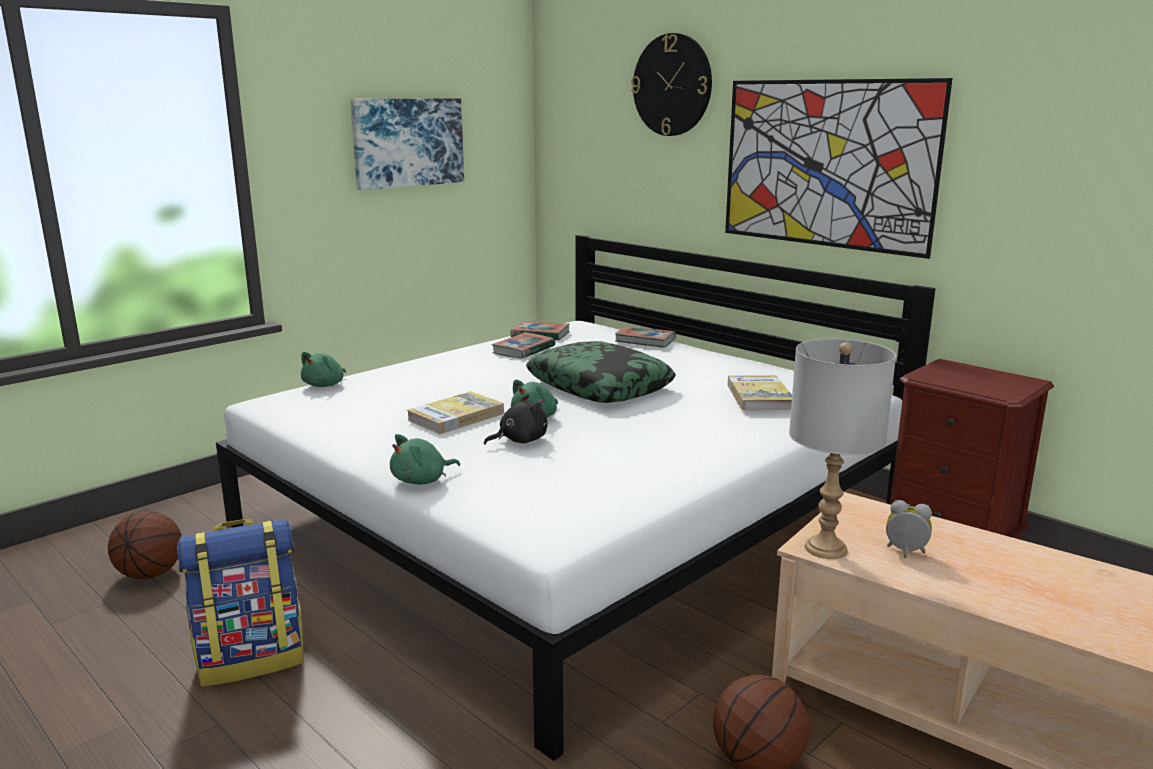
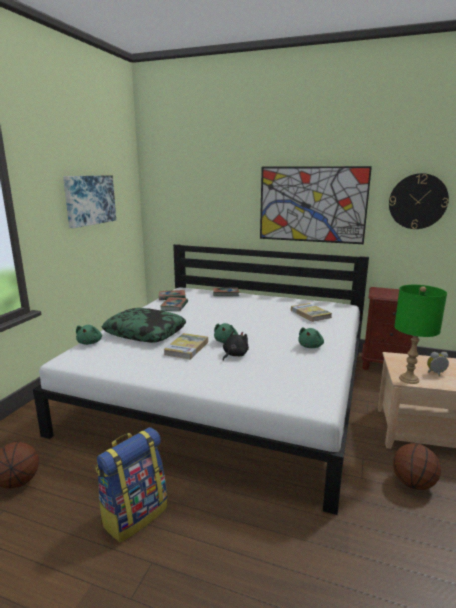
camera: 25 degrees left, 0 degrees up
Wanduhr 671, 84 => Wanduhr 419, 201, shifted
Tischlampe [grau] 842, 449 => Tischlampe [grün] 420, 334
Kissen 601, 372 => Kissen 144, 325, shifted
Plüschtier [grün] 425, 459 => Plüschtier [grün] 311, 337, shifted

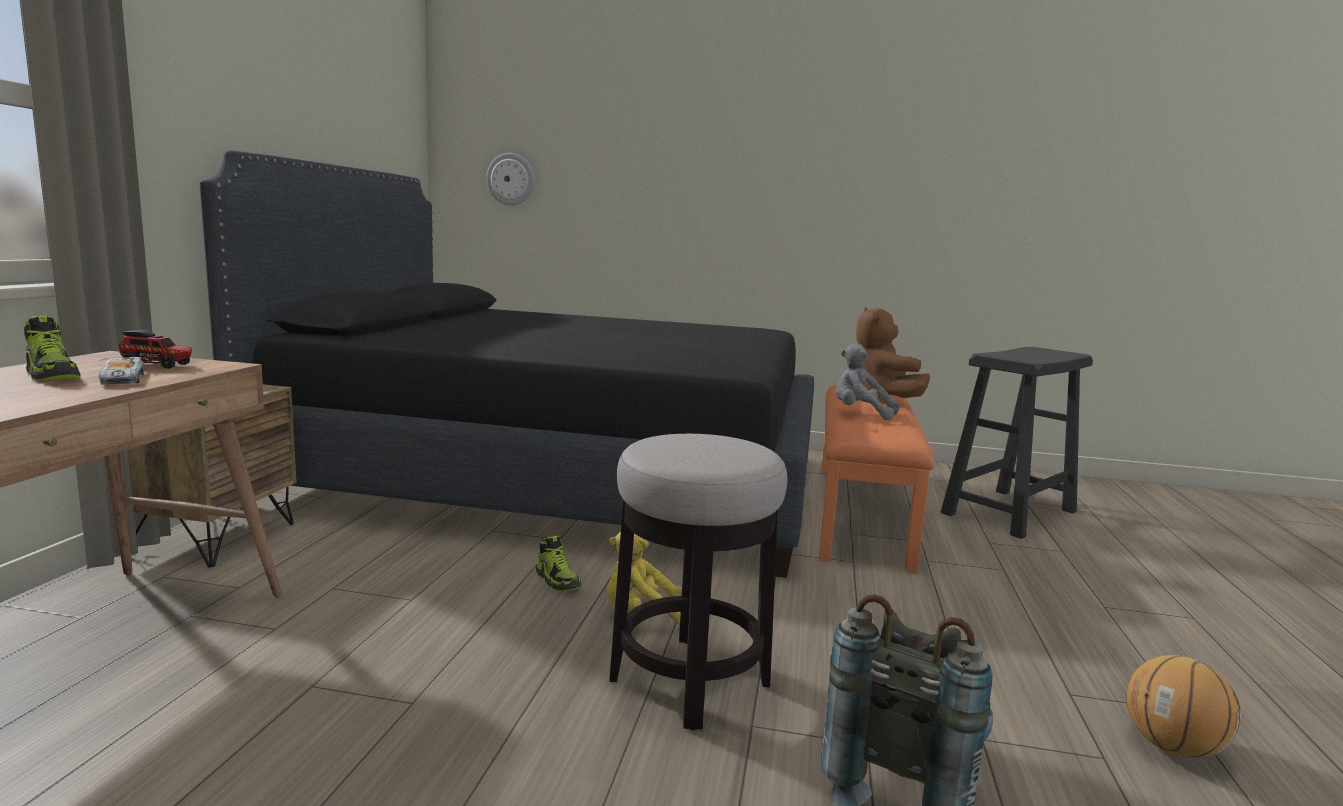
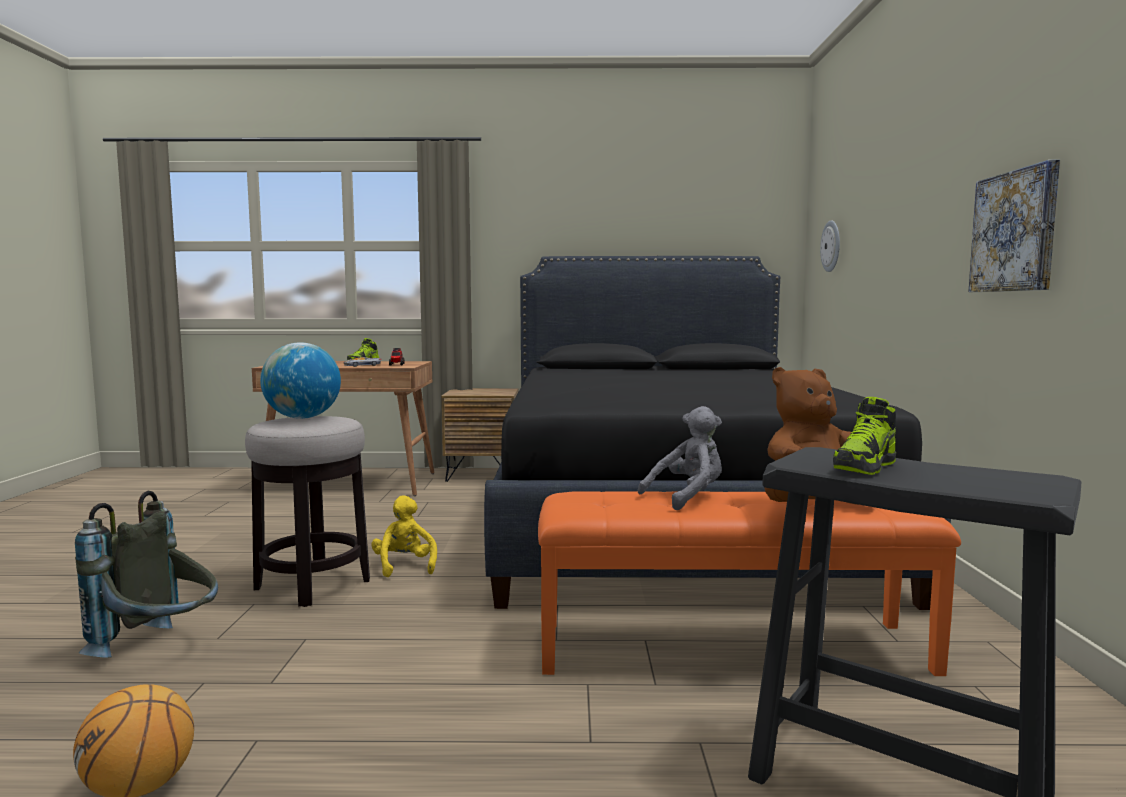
camera: 80 degrees right, 5 degrees down
Plüschtier [grau] 868, 381 => Plüschtier [grau] 680, 458, 45 degrees clockwise
Schuh 558, 563 => Schuh 864, 436, shifted
nothing => Bild 1014, 226
nothing => Globus 300, 380

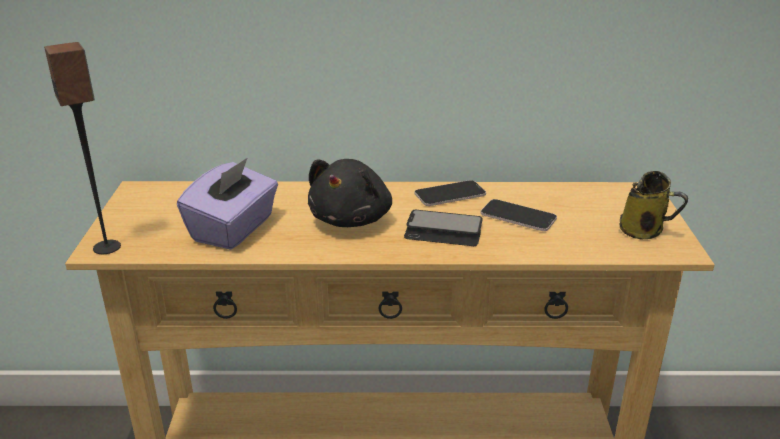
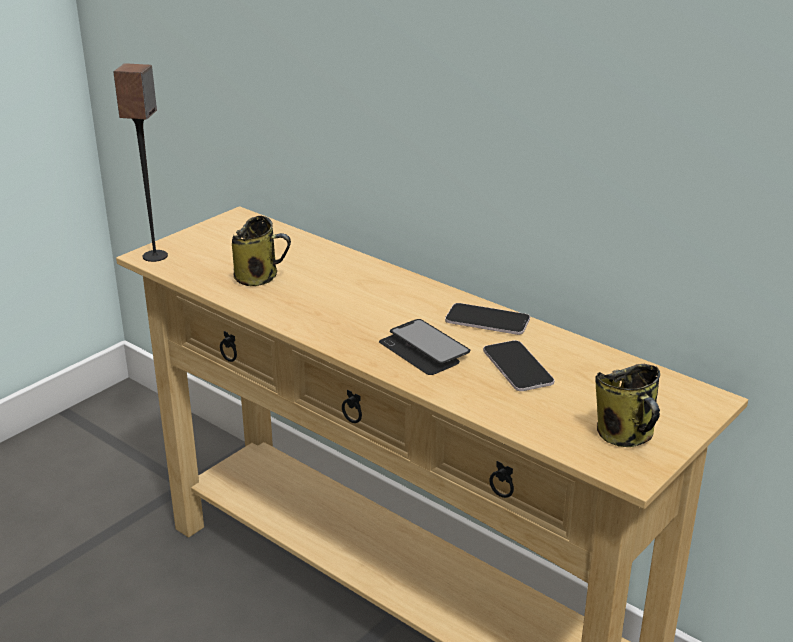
camera: 40 degrees right, 0 degrees up
Taschentuchbox [lila] 227, 203 => Henkelbecher 261, 251
Plüschtier [schwarz] 350, 193 => nothing

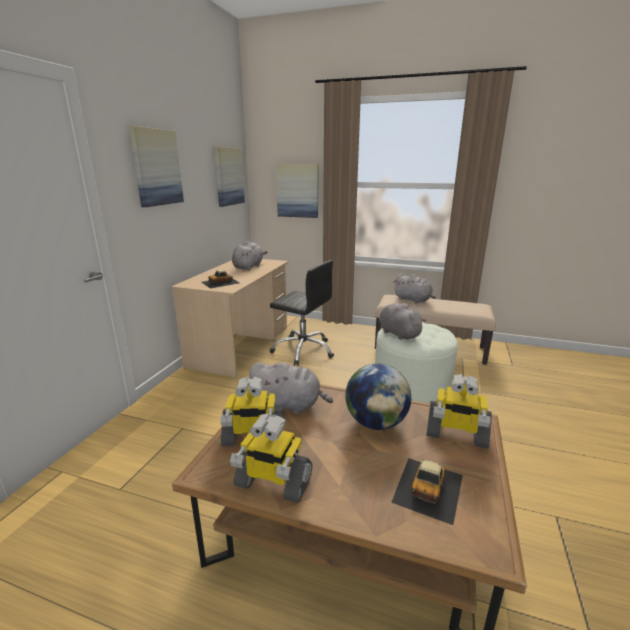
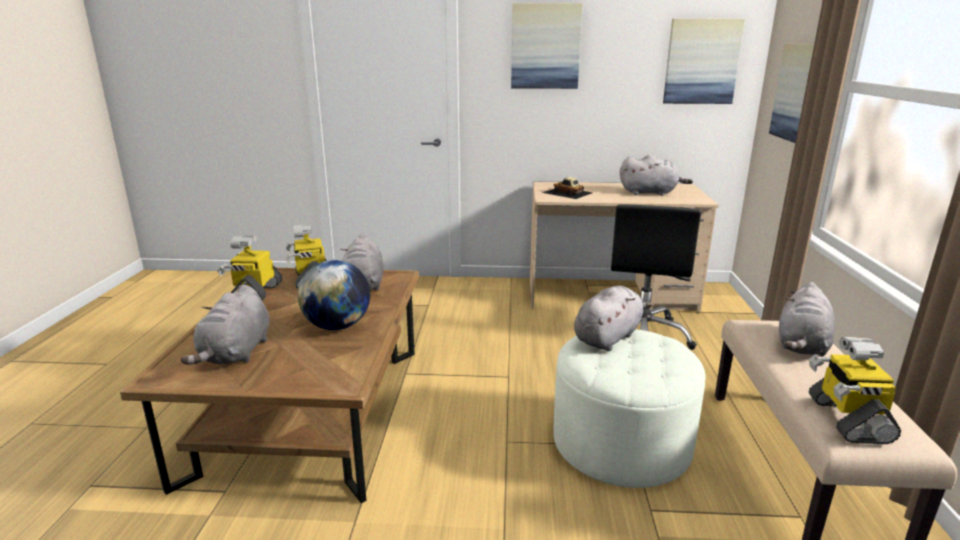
camera: 75 degrees right, 0 degrees up
Spielzeugroboter 459, 411 => Spielzeugroboter 854, 390, shifted
Spielzeugauto 427, 491 => Plüschtier [grau] 225, 325

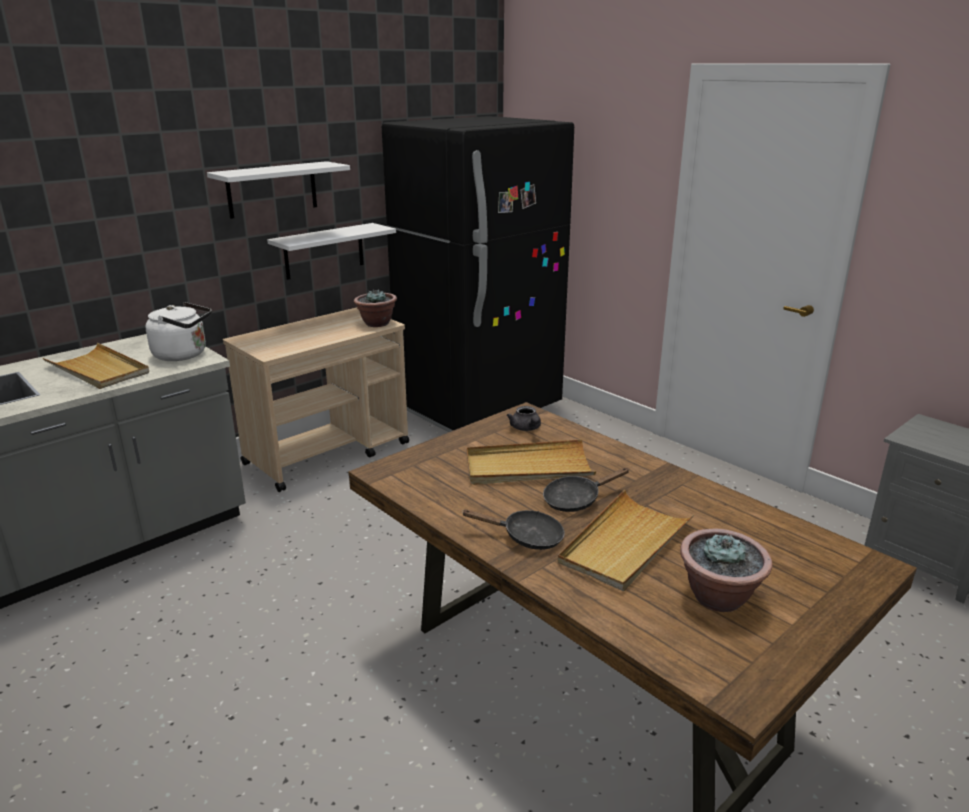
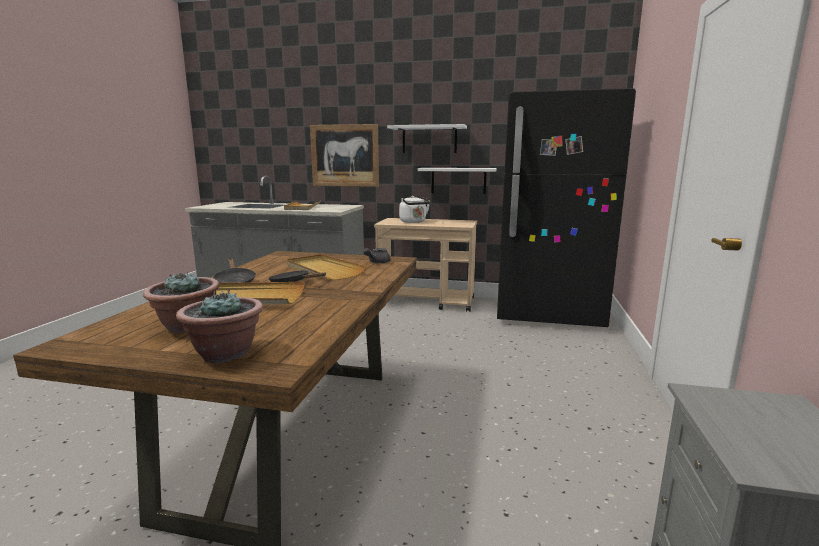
camera: 55 degrees right, 10 degrees down
Topfpflanze 375, 308 => Topfpflanze 219, 326, shifted
Wasserkessel [weiß] 178, 331 => Wasserkessel [weiß] 414, 209, shifted
nothing => Bild 344, 155

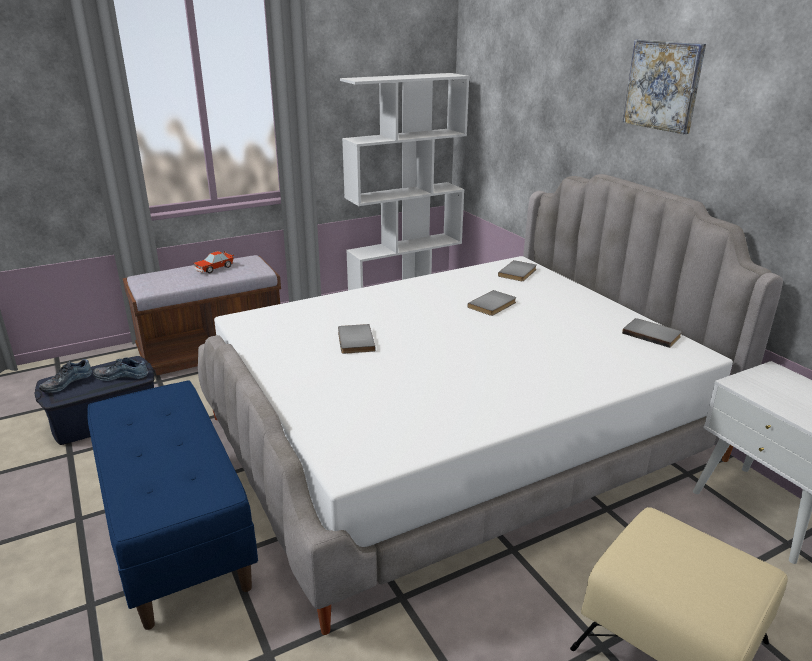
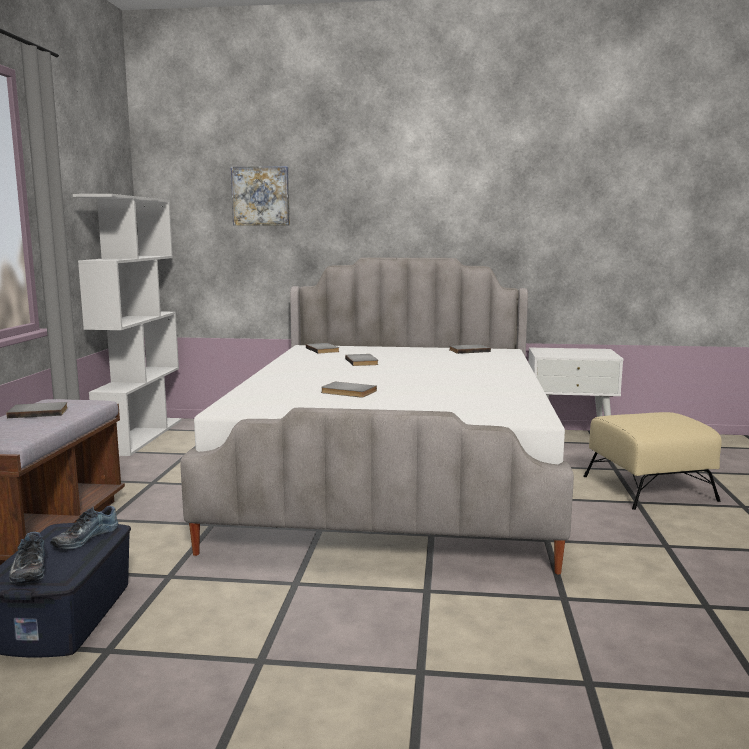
camera: 55 degrees left, 15 degrees down
Bild 664, 87 => Bild 260, 195, shifted
Spielzeugauto 214, 262 => Buch [grau] 37, 410
Bank [blau] 172, 505 => nothing

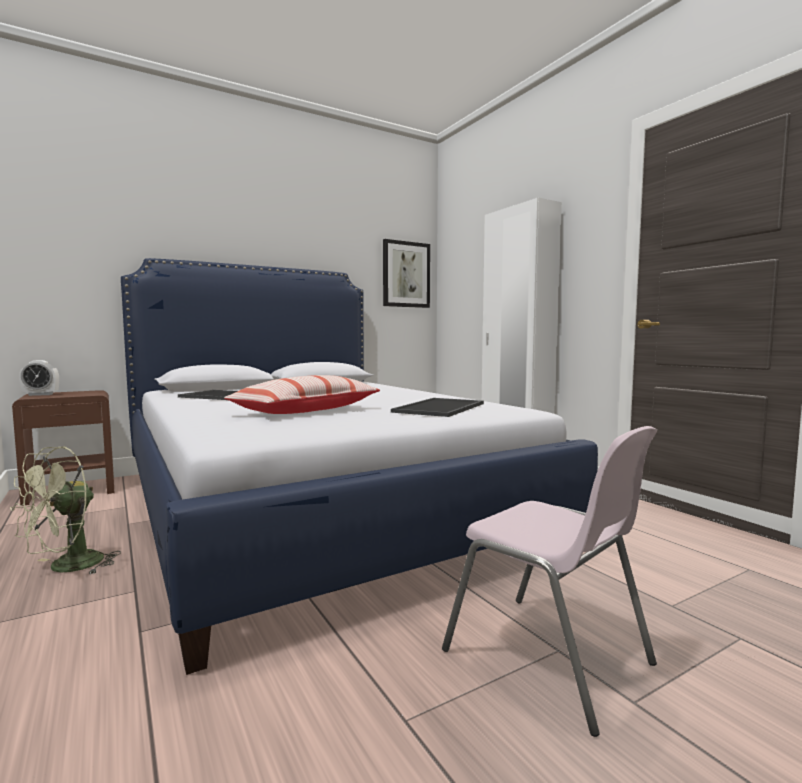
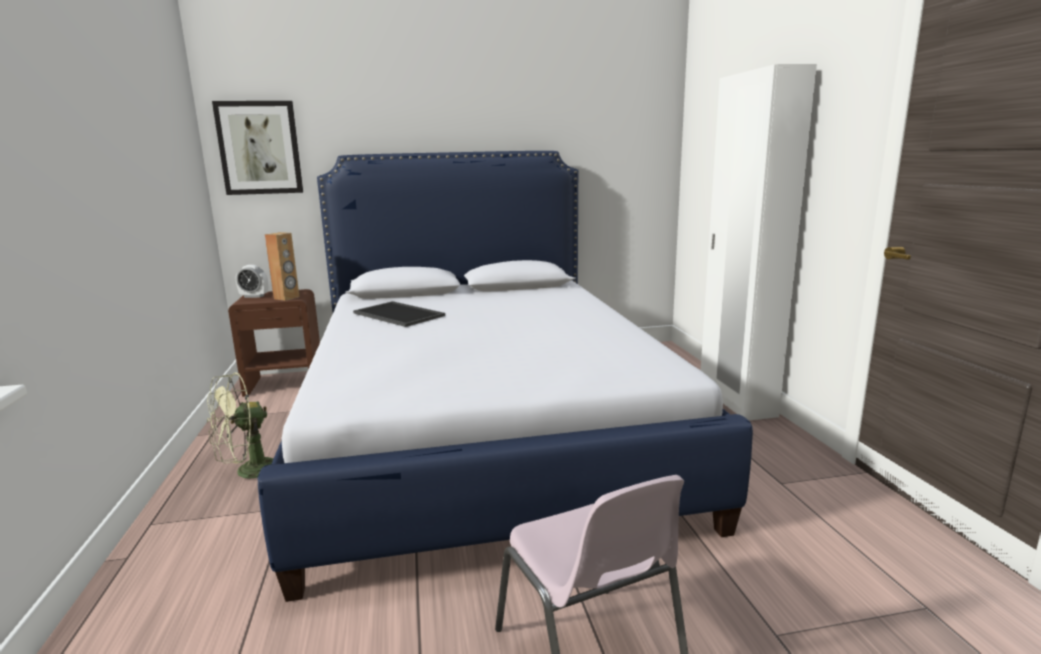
camera: 20 degrees right, 10 degrees up
Bild 406, 273 => Bild 257, 148, shifted
Kissen 302, 394 => nothing
Tablett 437, 407 => nothing
nothing => Lautsprecher [braun] 282, 266

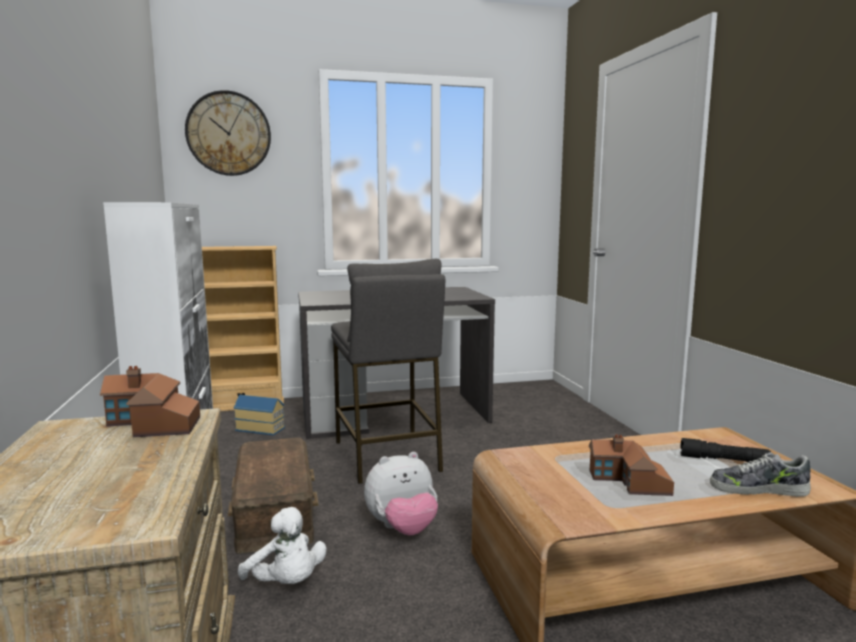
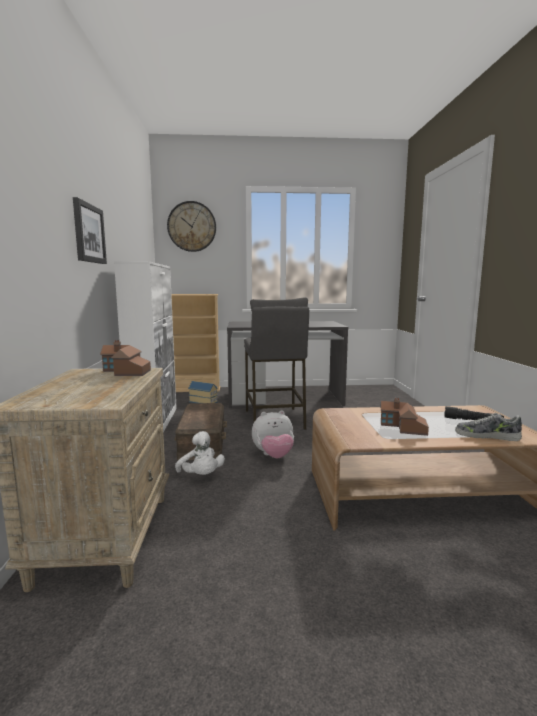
camera: 10 degrees right, 0 degrees up
nothing => Bild 90, 230

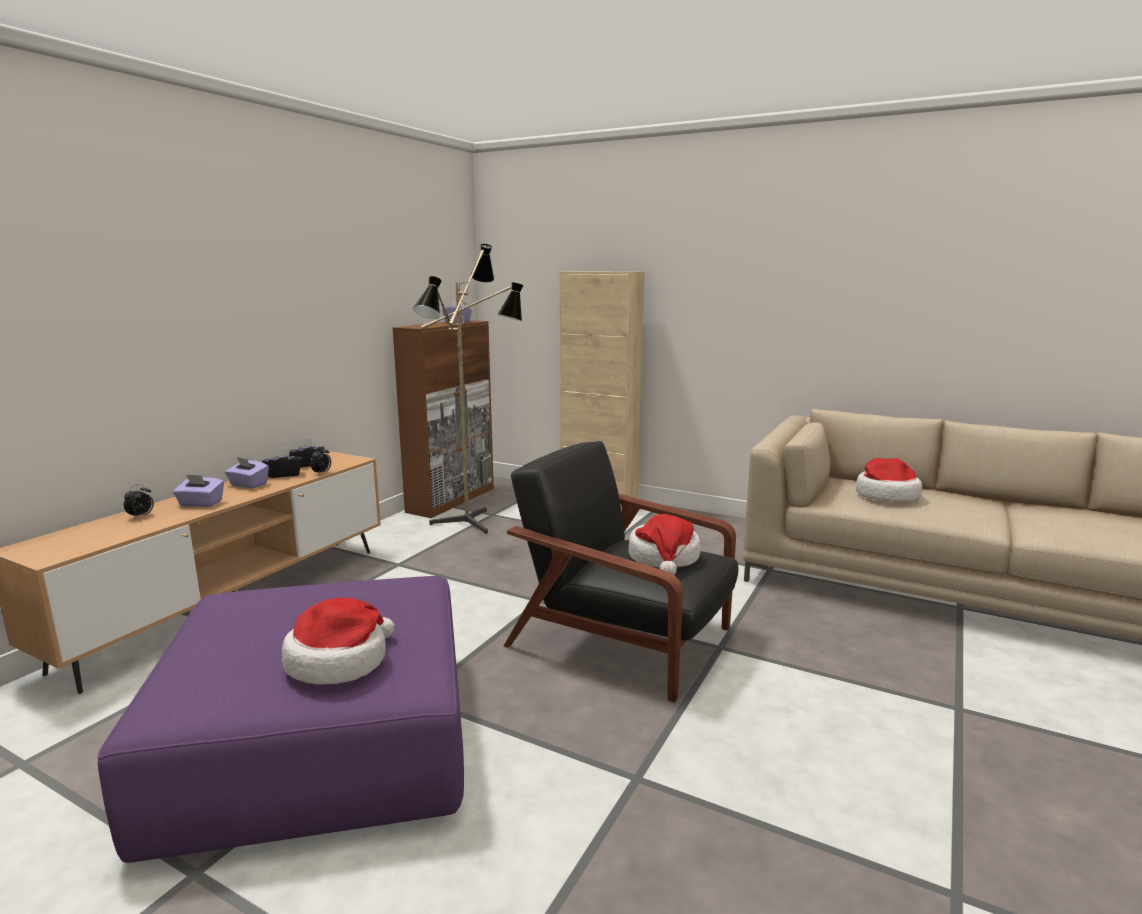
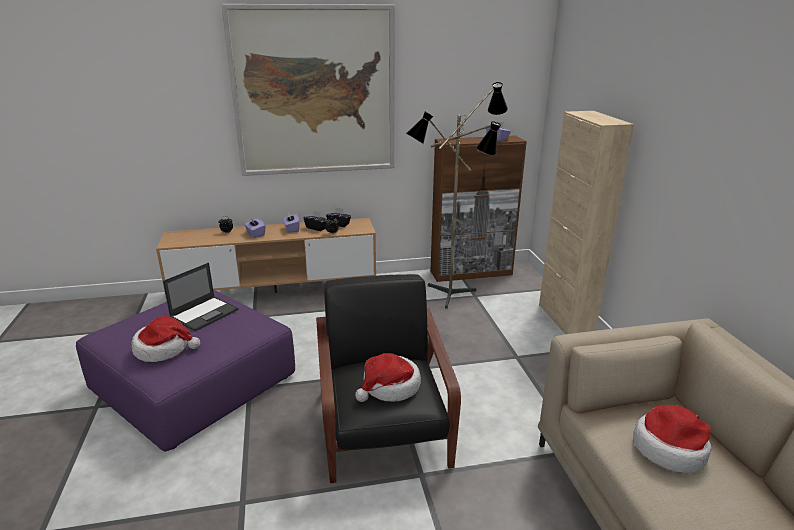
camera: 50 degrees right, 10 degrees up
nothing => Bild 308, 90
nothing => Laptop 201, 297

